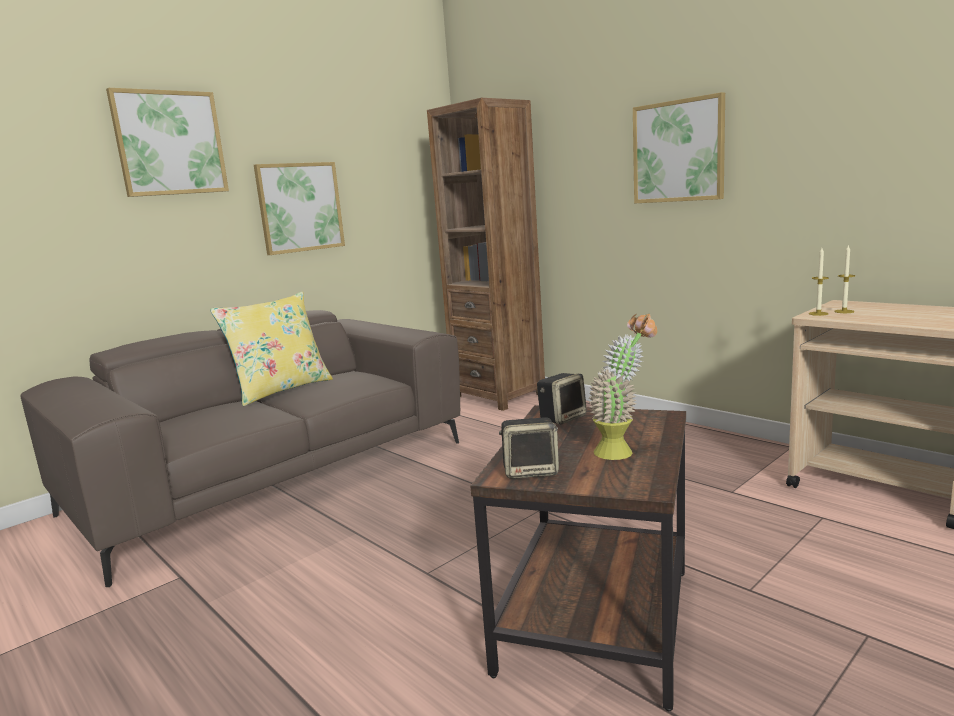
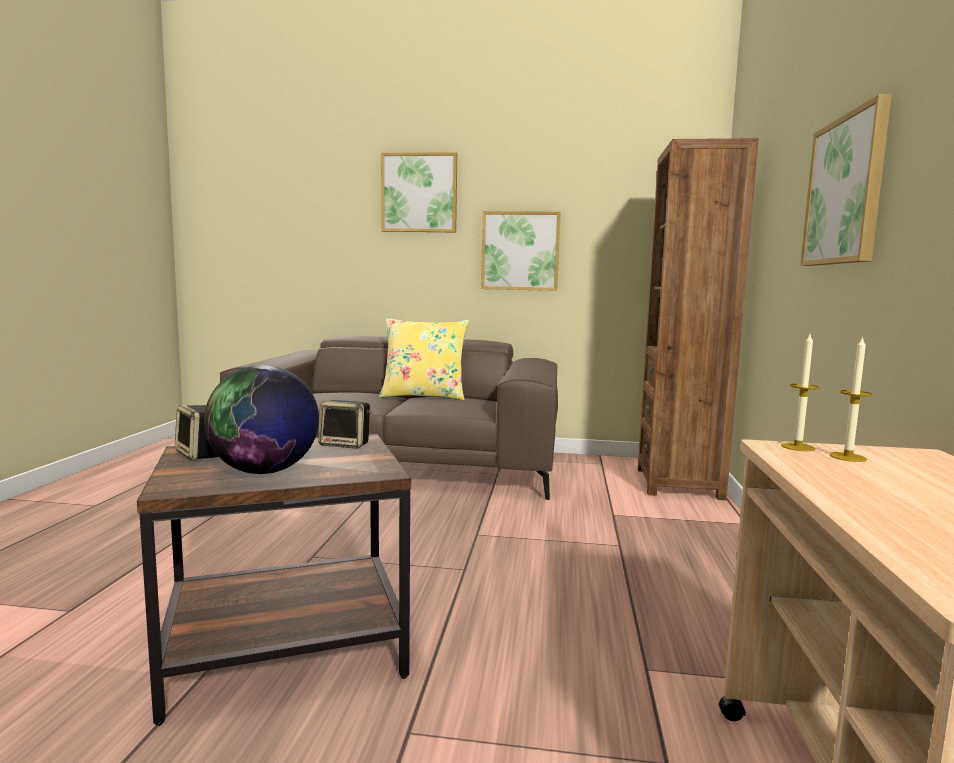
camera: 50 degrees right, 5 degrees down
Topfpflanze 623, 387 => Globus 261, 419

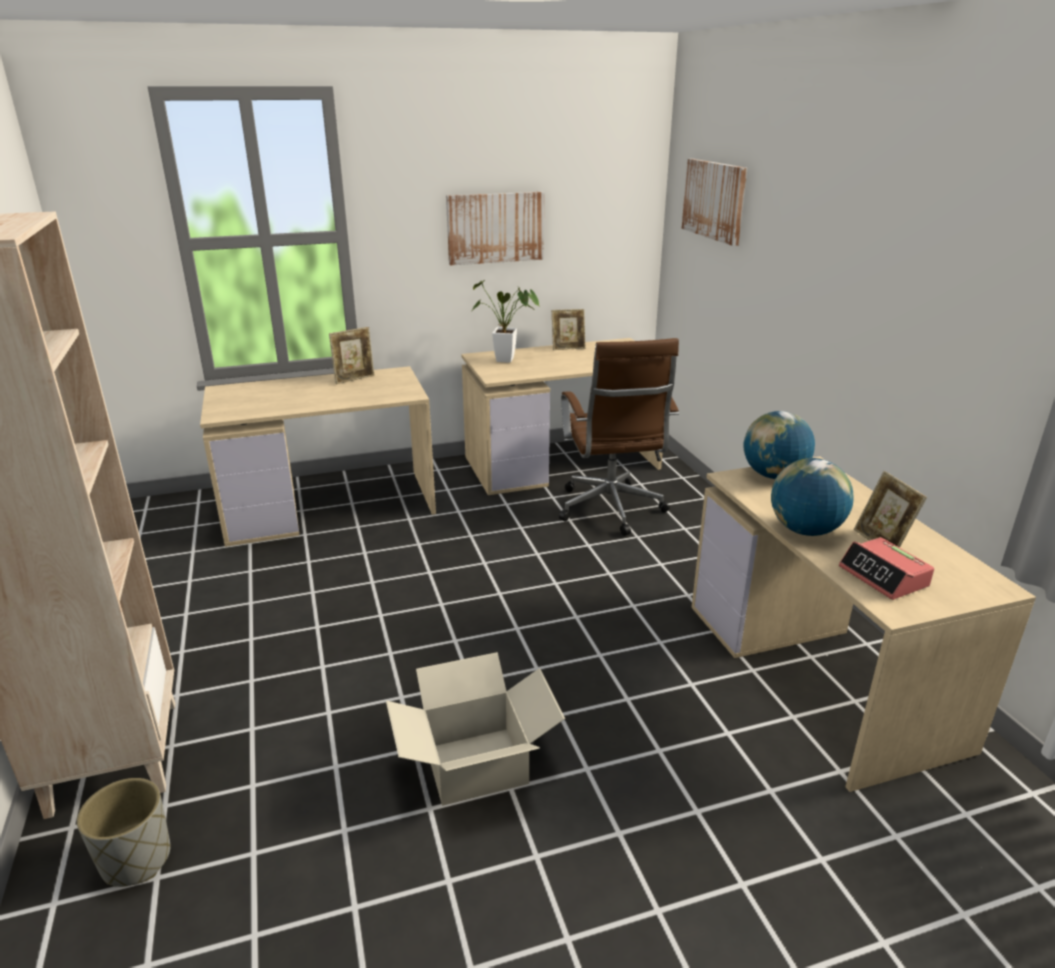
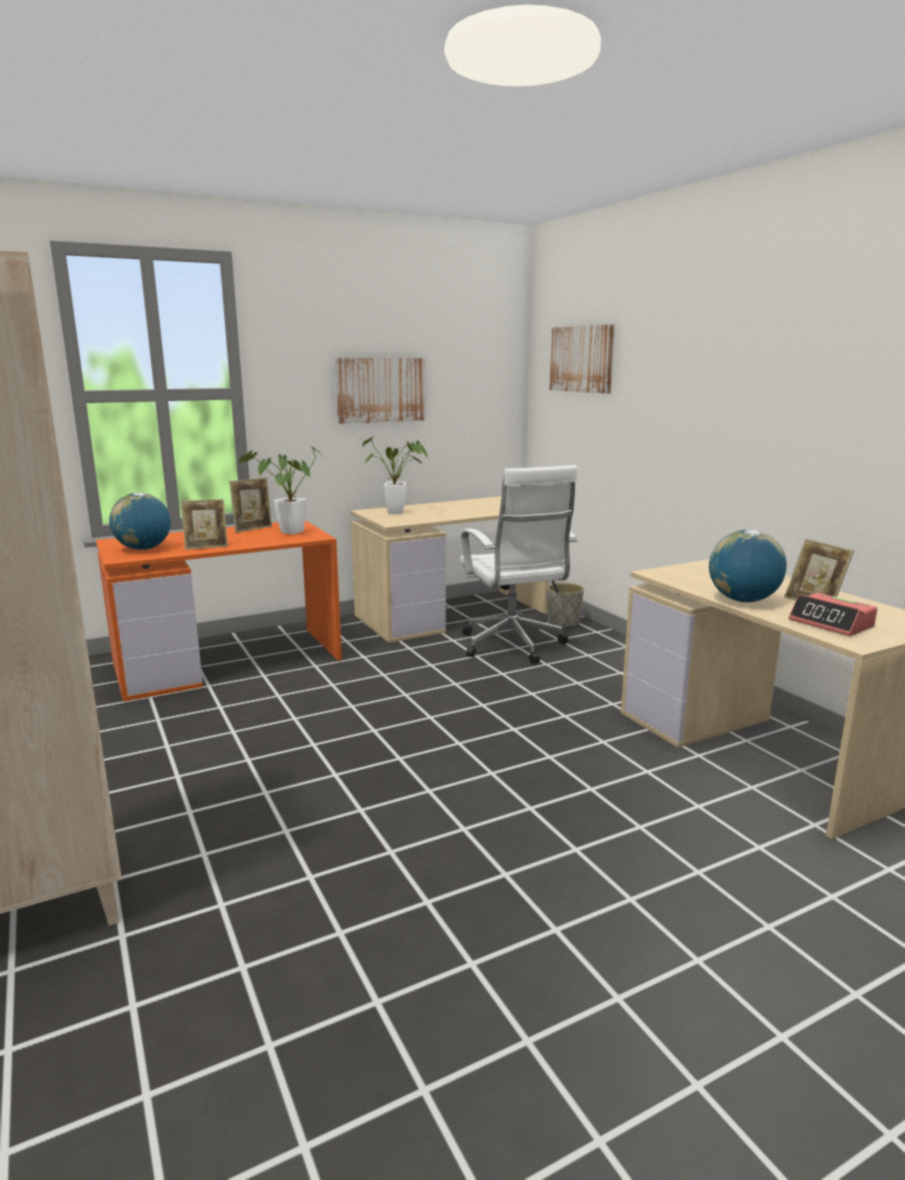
camera: 10 degrees left, 10 degrees down
Bilderrahmen 569, 329 => Bilderrahmen 204, 524, shifted
Bürostuhl [braun] 619, 437 => Bürostuhl [weiß] 519, 564
Schreibtisch [beige] 318, 456 => Schreibtisch [orange] 219, 611
Globus 779, 445 => Globus 140, 521, shifted
Karton 475, 729 => nothing
Pflanzkübel [grau] 123, 832 => Pflanzkübel [grau] 565, 605, shifted
nothing => Topfpflanze 280, 490

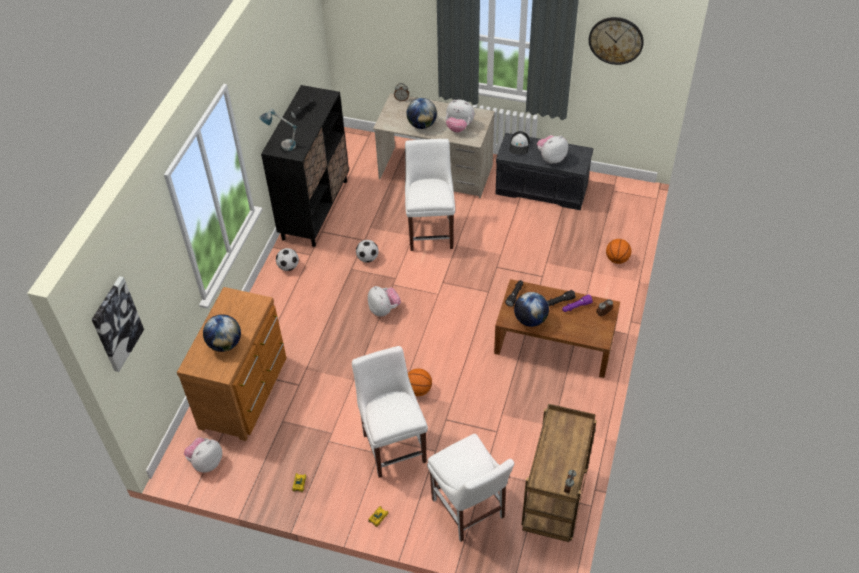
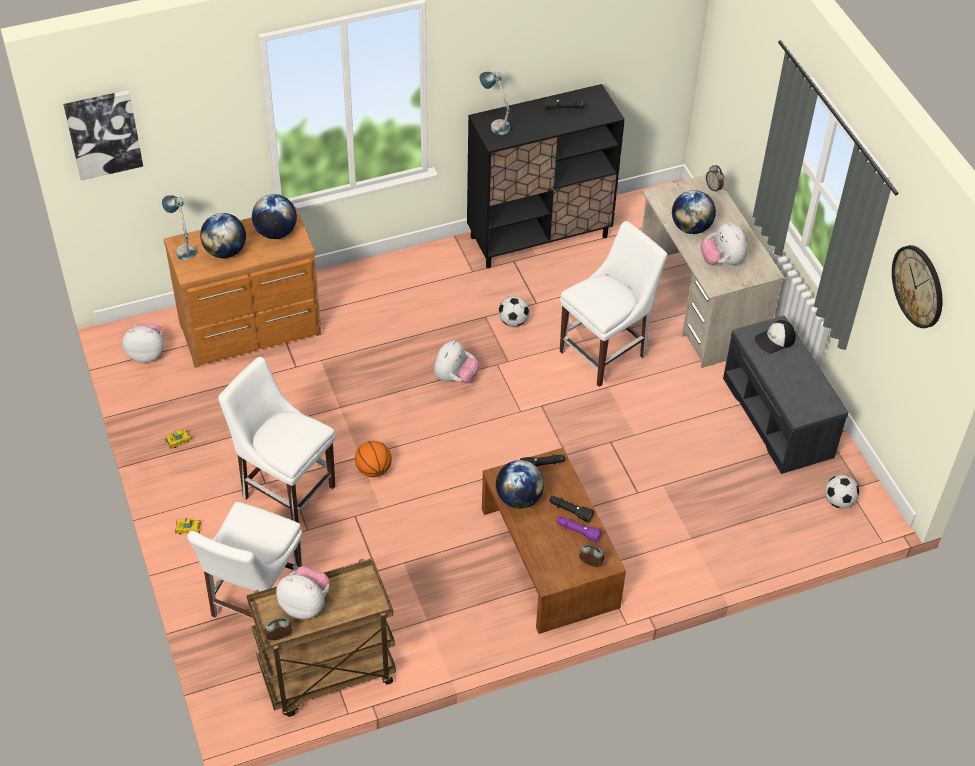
camera: 50 degrees right, 0 degrees up
Plüschtier 552, 149 => Plüschtier 303, 592, shifted
Basketball 618, 251 => nothing
Fußball 287, 259 => Fußball 842, 492, shifted
Stuhl [weiß] 390, 412 => Stuhl [weiß] 276, 440, 90 degrees counterclockwise
nothing => Globus 274, 216
nothing => Tischlampe 179, 227

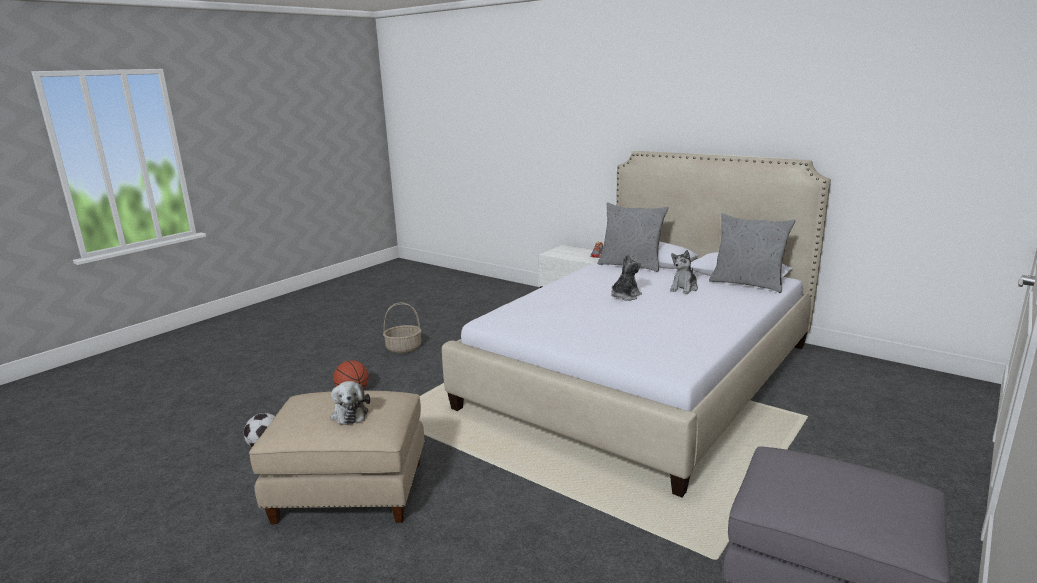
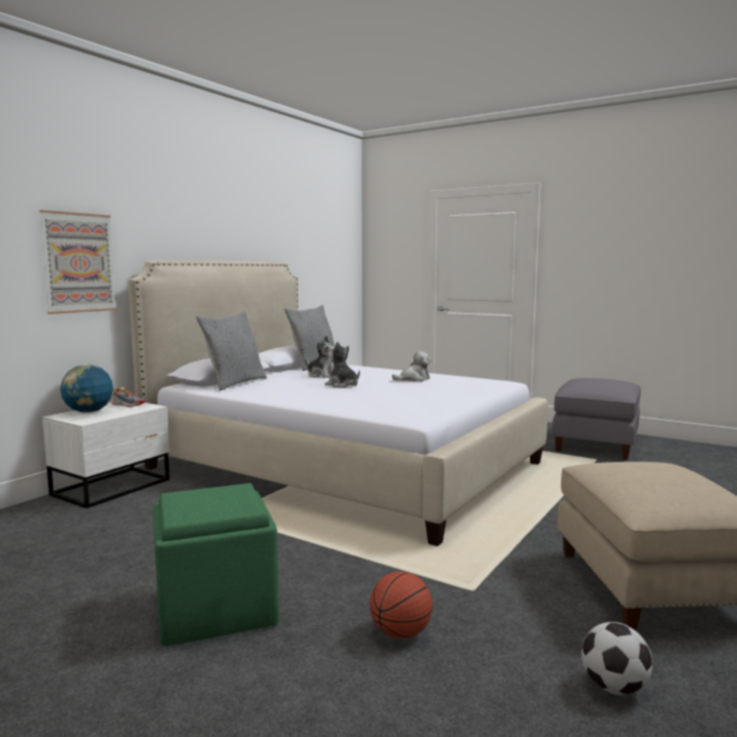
camera: 95 degrees left, 10 degrees down
Korb 402, 327 => Polsterhocker [grün] 216, 564
Plüschtier 350, 403 => Plüschtier 411, 366, shifted
nothing => Bild 78, 262
nothing => Globus 86, 388

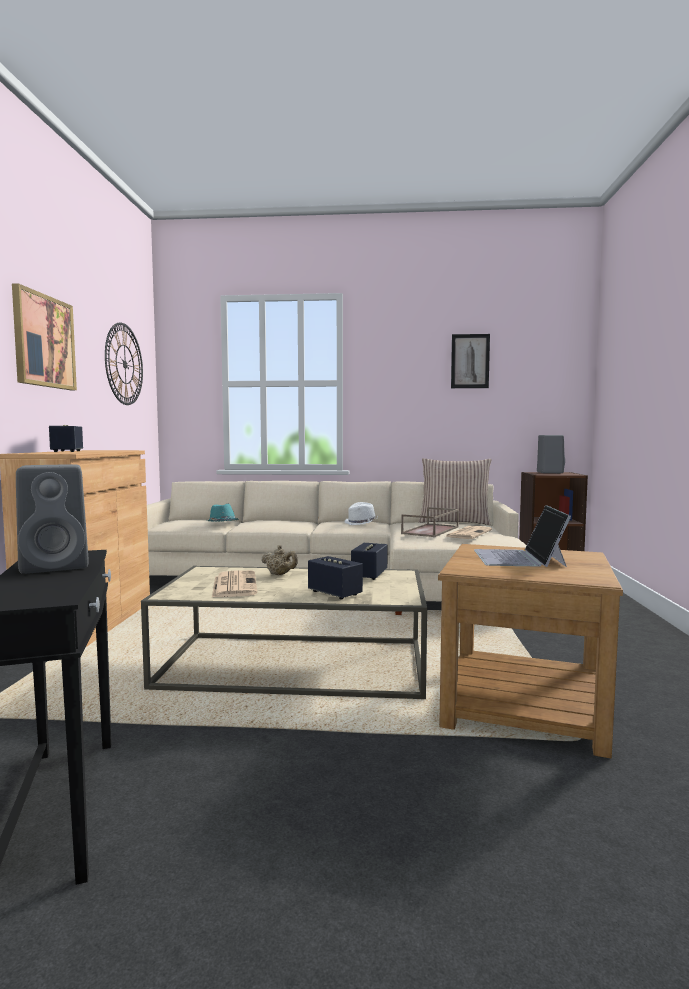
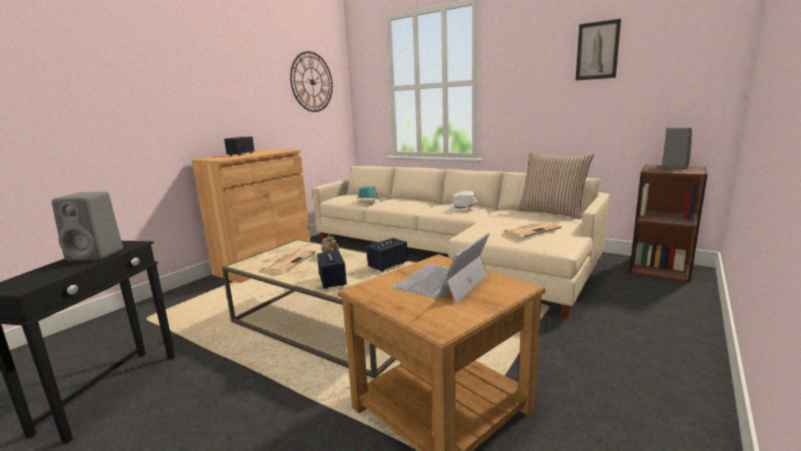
camera: 30 degrees right, 10 degrees up
Bild 44, 336 => nothing
Tablett [braun] 430, 522 => nothing

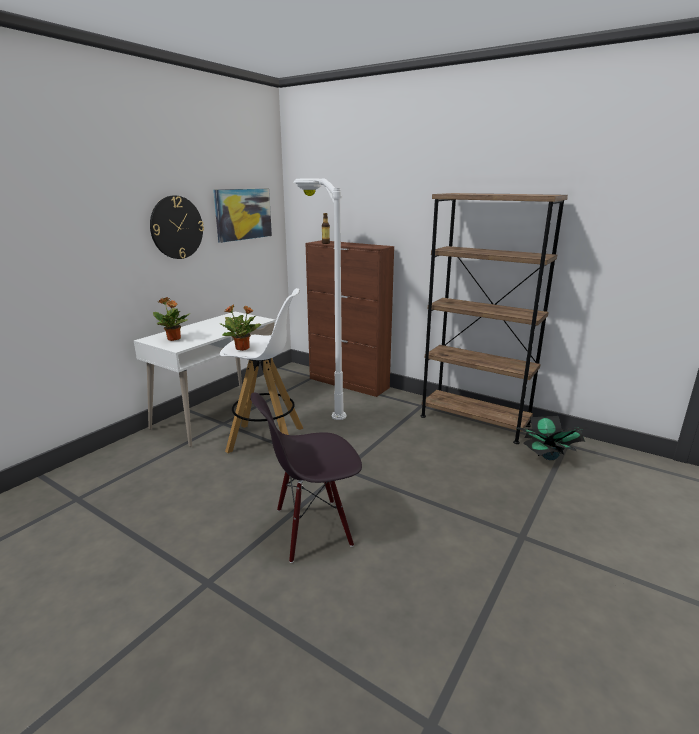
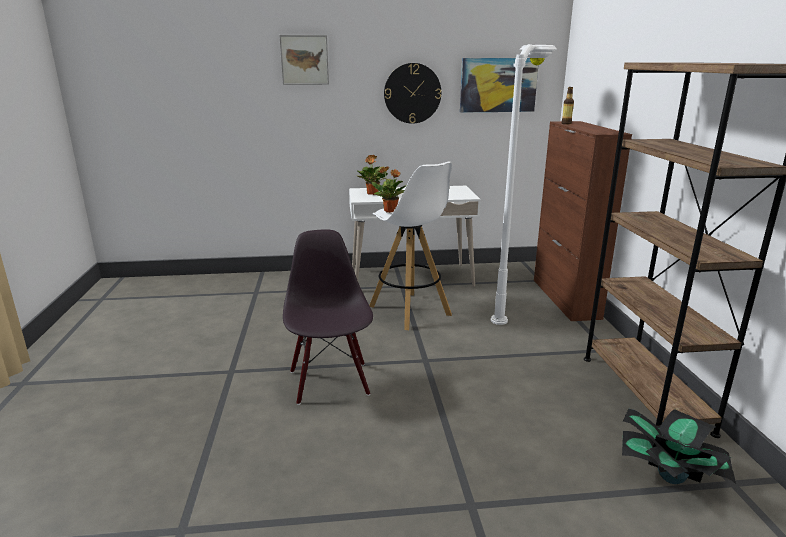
camera: 50 degrees right, 0 degrees up
Stuhl [schwarz] 306, 477 => Stuhl [schwarz] 328, 317, 45 degrees clockwise
nothing => Bild 304, 60

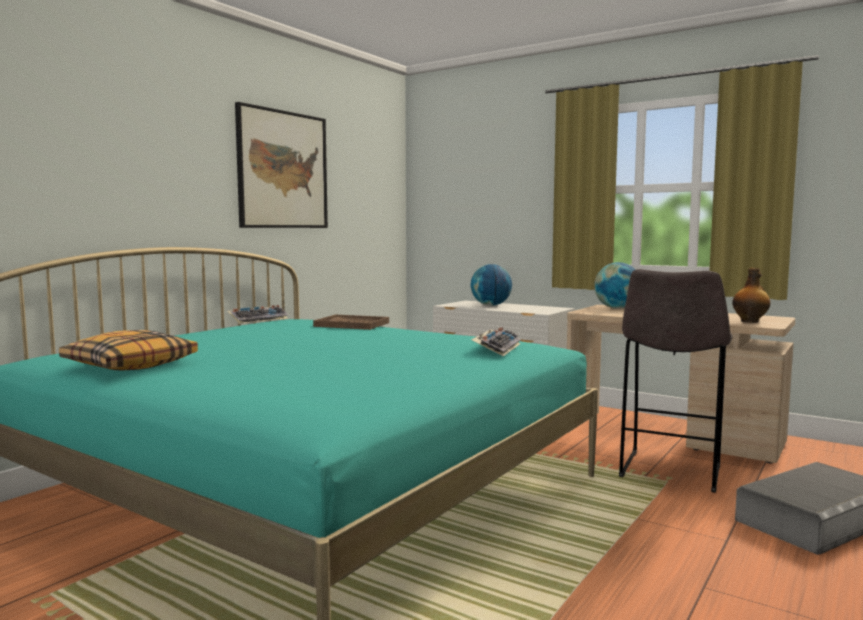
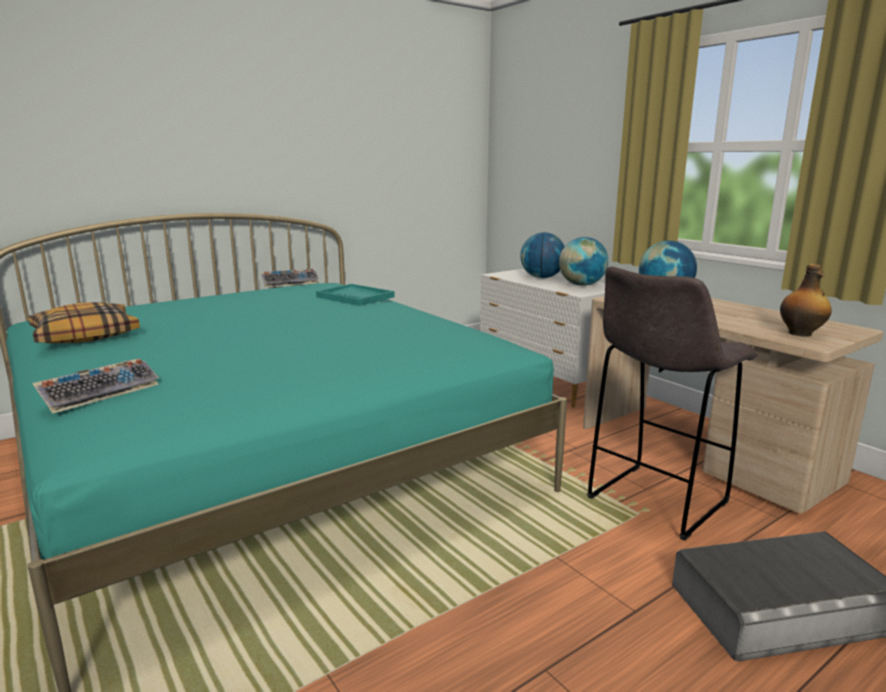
camera: 20 degrees right, 10 degrees up
Bild 281, 165 => nothing
Tablett [braun] 351, 322 => Tablett [türkis] 355, 295
Tastatur 496, 341 => Tastatur 95, 385, shifted
nothing => Globus 583, 261

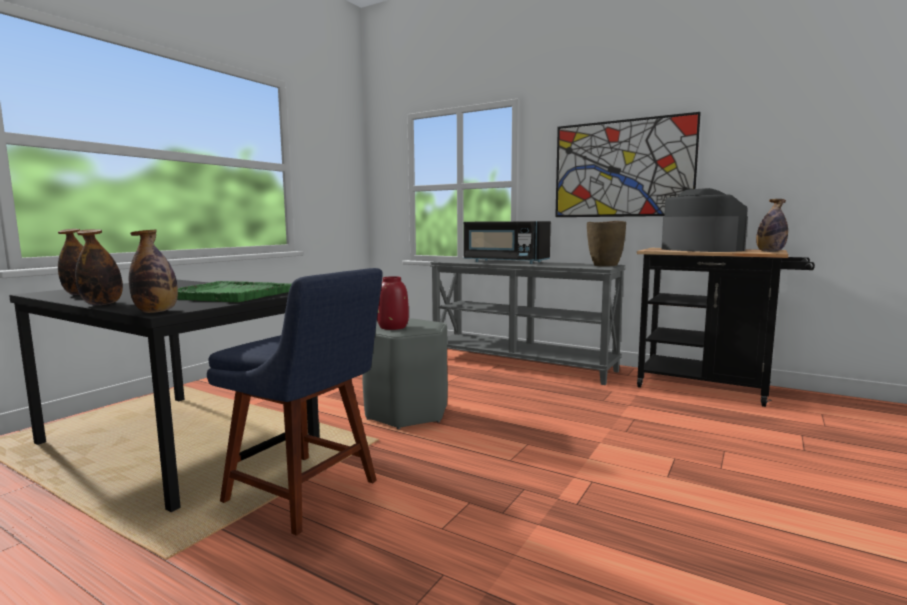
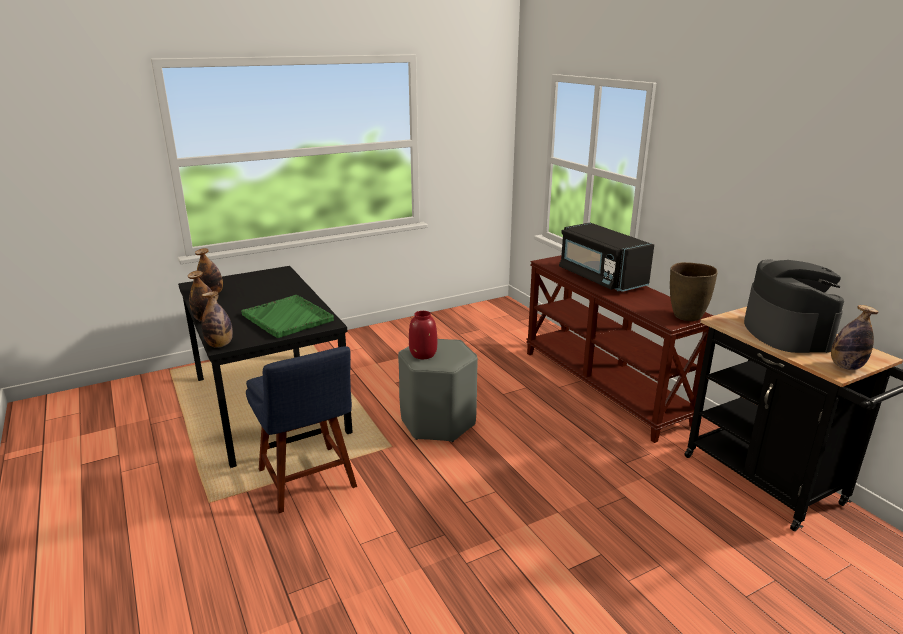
camera: 30 degrees right, 15 degrees up
Bild 628, 164 => nothing
Konsolentisch [grau] 527, 322 => Konsolentisch [braun] 619, 349

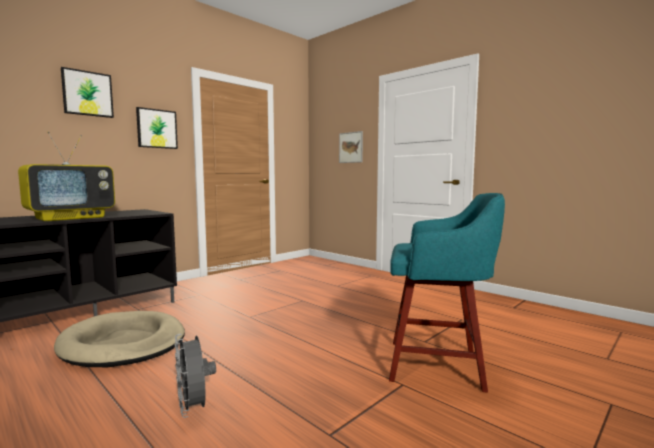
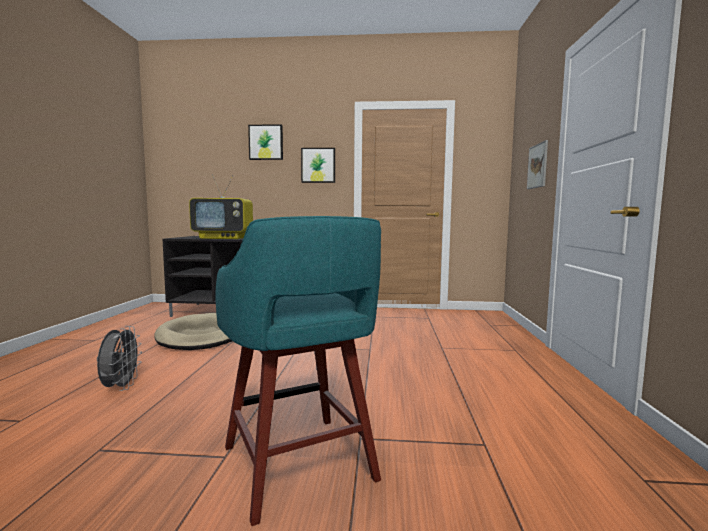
camera: 50 degrees right, 0 degrees up
Ventilator [grau] 195, 376 => Ventilator [grau] 119, 358, 150 degrees clockwise

